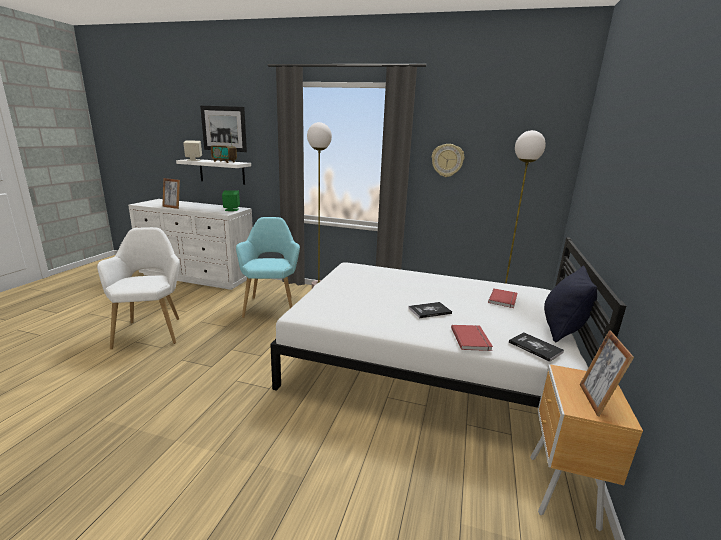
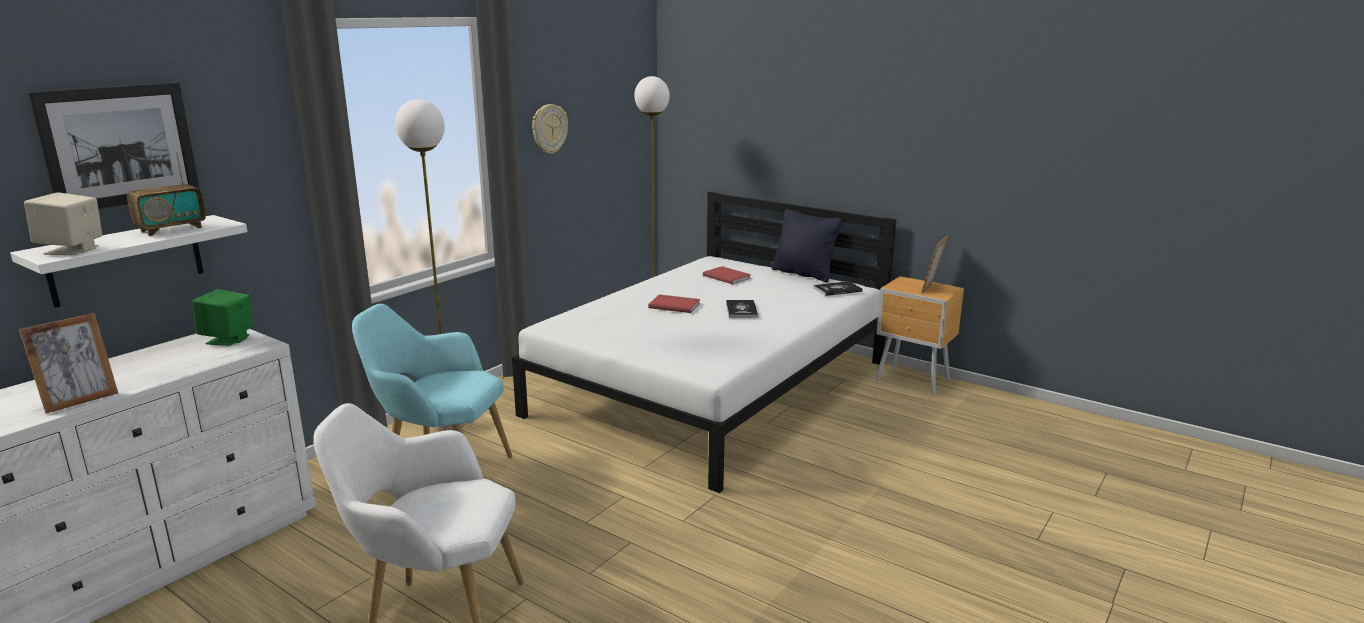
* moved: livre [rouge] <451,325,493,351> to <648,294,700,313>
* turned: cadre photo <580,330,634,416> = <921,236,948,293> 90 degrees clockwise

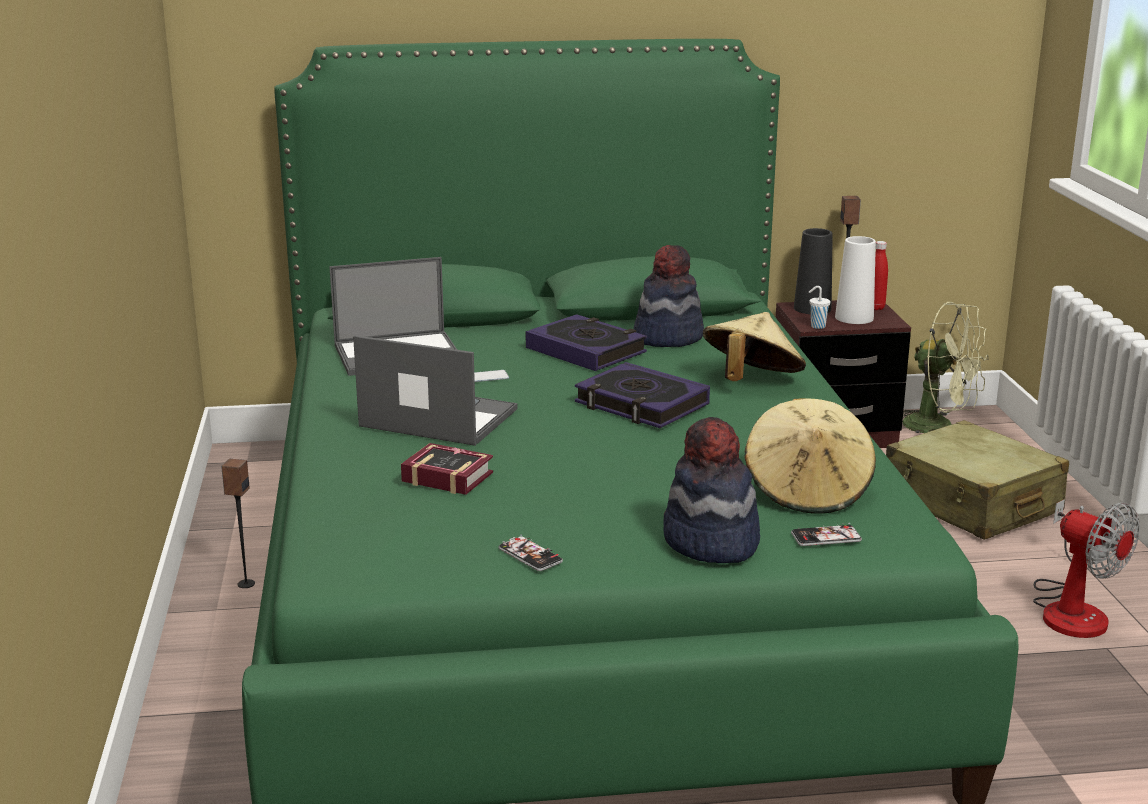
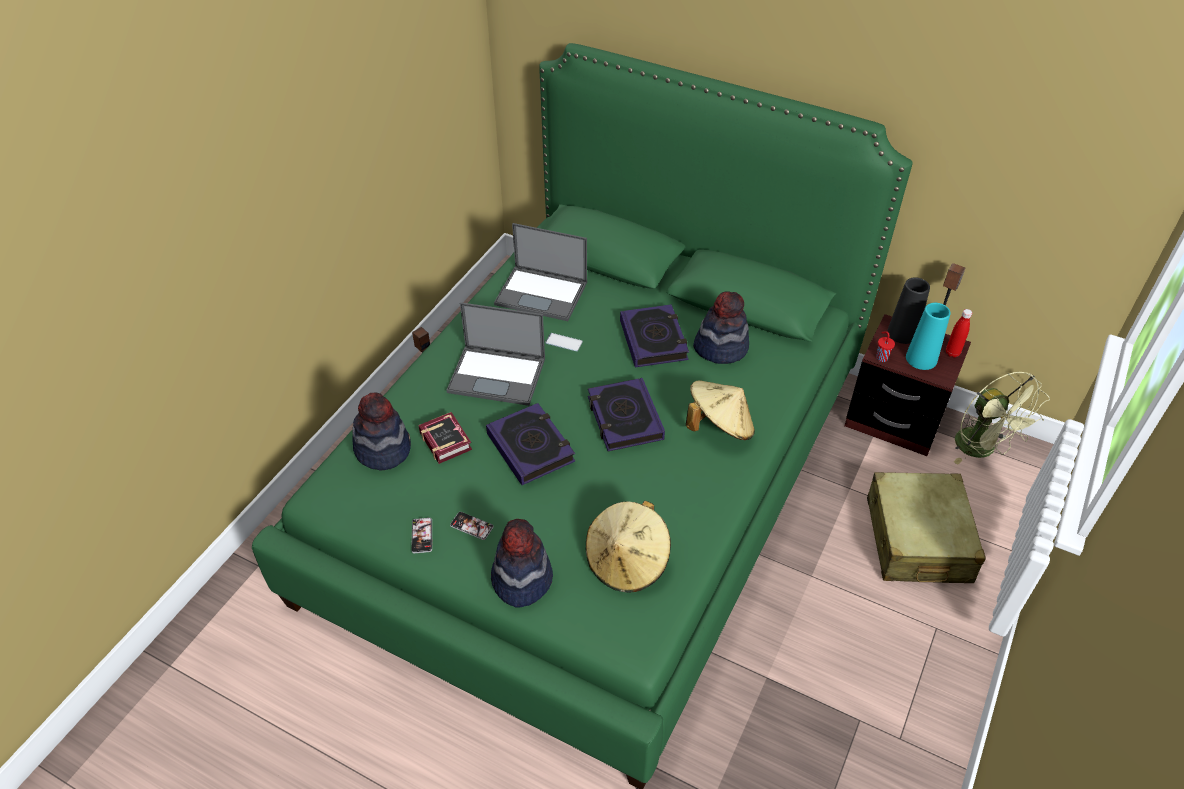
* removed: ventilateur <1033,499,1139,638>
* added: chapeau <352,392,411,471>
* added: livre <486,403,575,485>
* moved: téléphone <791,522,862,546> to <450,512,494,540>
* recoloured: tasse [blanc] <809,286,830,329> to tasse [rouge] <876,331,895,362>
* recoloured: vase [blanc] <835,236,876,324> to vase [turquoise] <906,303,951,370>
* turned: ordinateur portable <353,335,518,446> = <447,302,545,406> 135 degrees clockwise

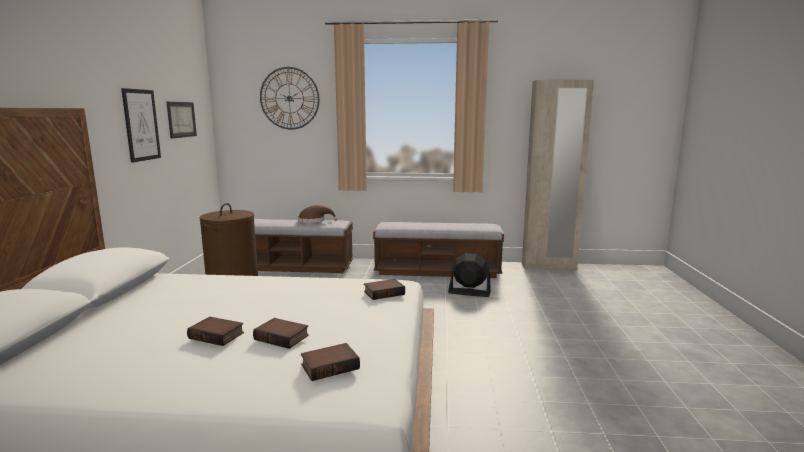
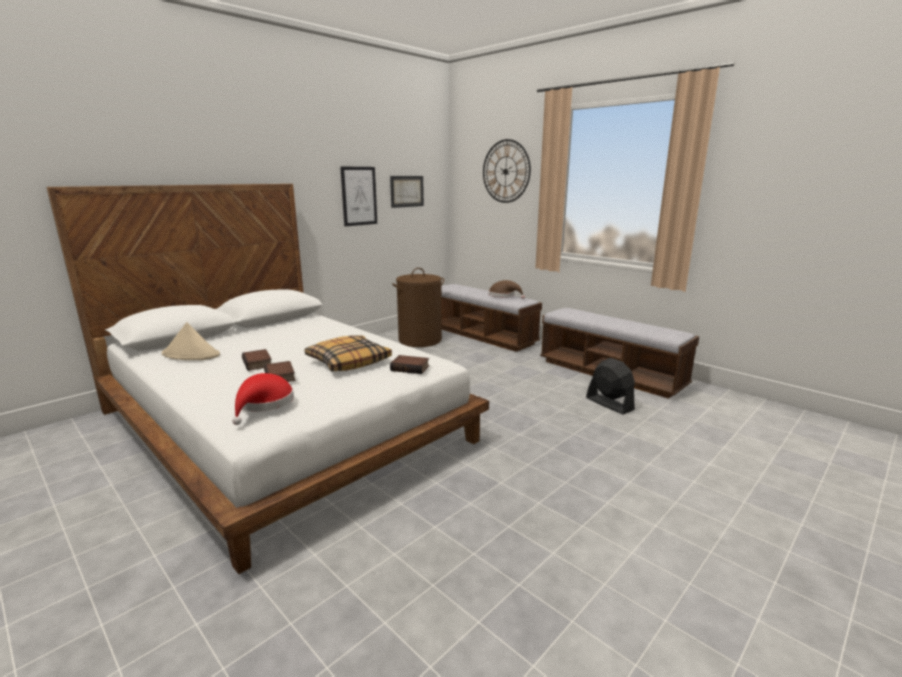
* removed: armoire [beige] <522,80,594,271>
* added: chapeau [beige] <162,322,220,360>
* added: coussin <305,335,392,371>
* replaced: livre <301,343,360,381> to chapeau [rouge] <232,373,294,425>

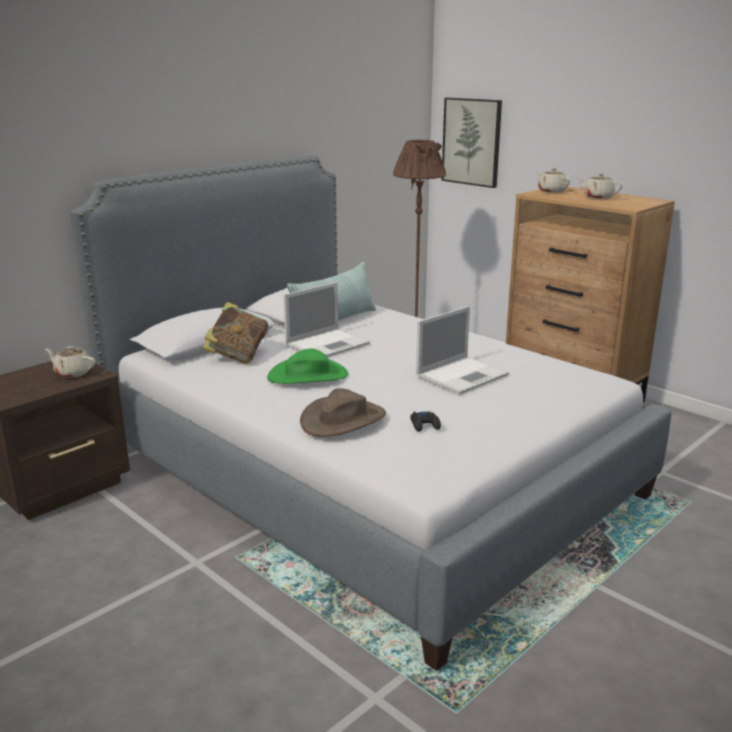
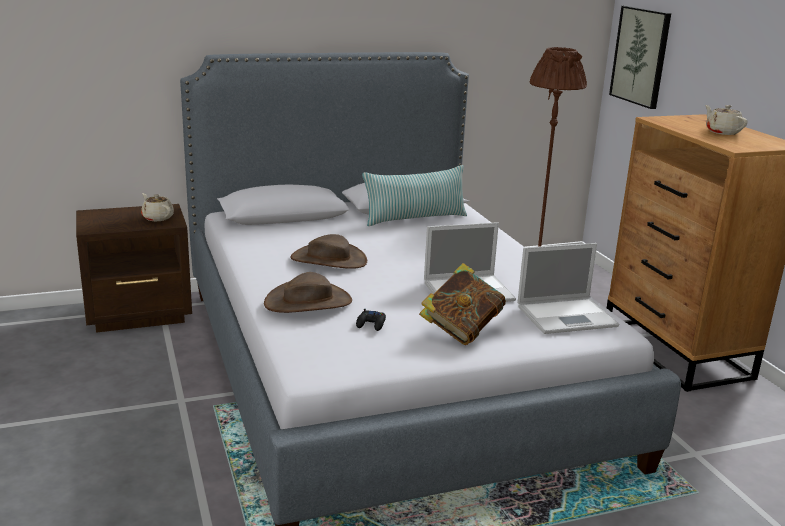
* removed: théière [beige] <536,168,570,193>
* moved: livre <203,302,268,364> to <419,263,506,345>
* moved: ordinateur portable <283,282,370,357> to <517,243,619,334>
* recoloured: chapeau [vert] <267,348,348,384> to chapeau [marron] <290,234,367,269>

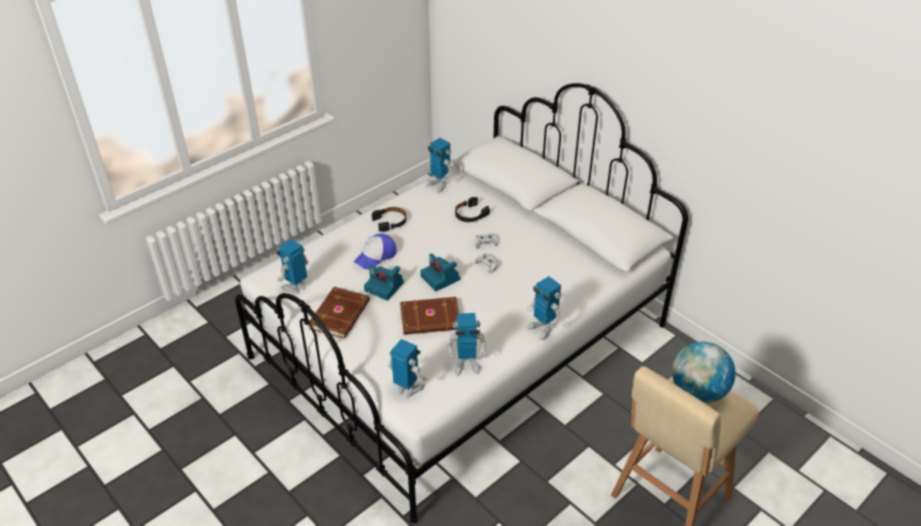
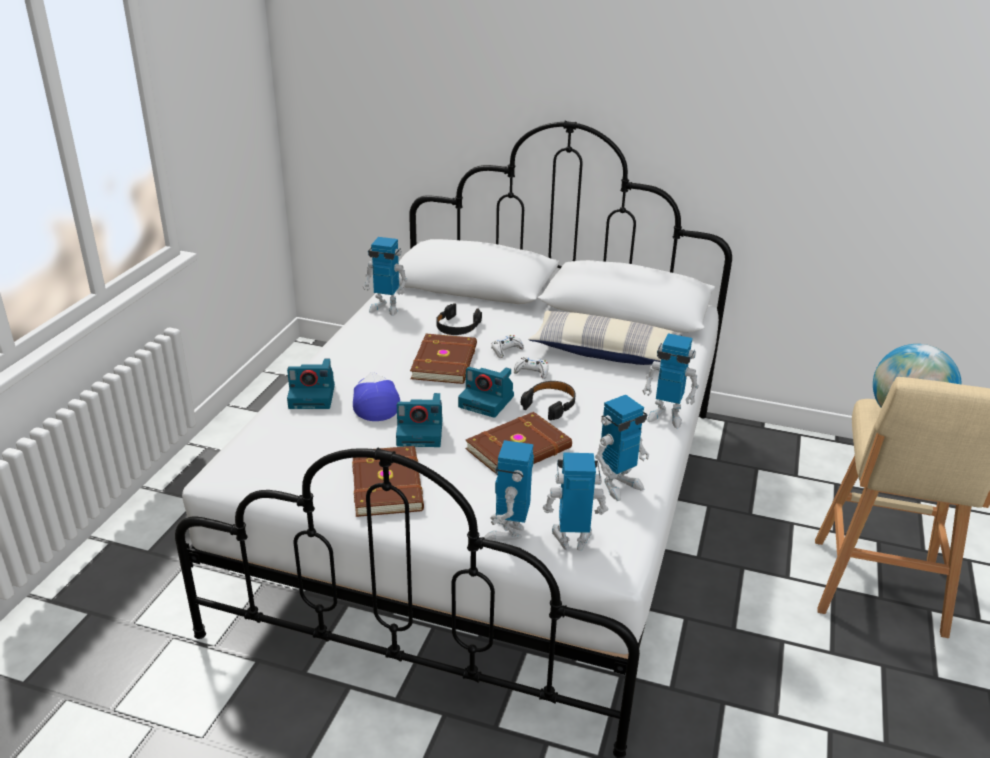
* added: appareil photo <287,358,335,409>
* added: livre [marron] <410,334,477,384>
* added: coussin <528,311,682,365>
* moved: robot jouet <277,239,309,294> to <484,440,534,542>
* moved: casque audio [noir] <372,207,406,232> to <521,381,575,420>
* turned: casquette <354,234,397,270> = <353,372,400,421> 150 degrees clockwise

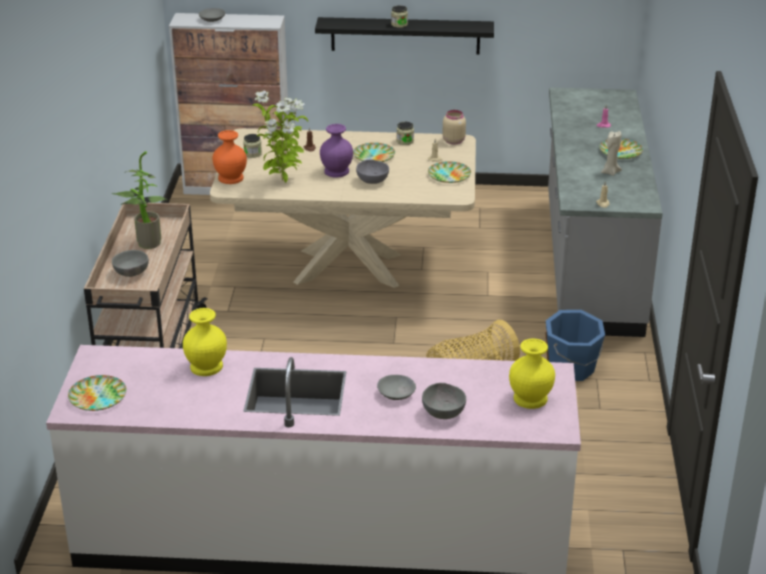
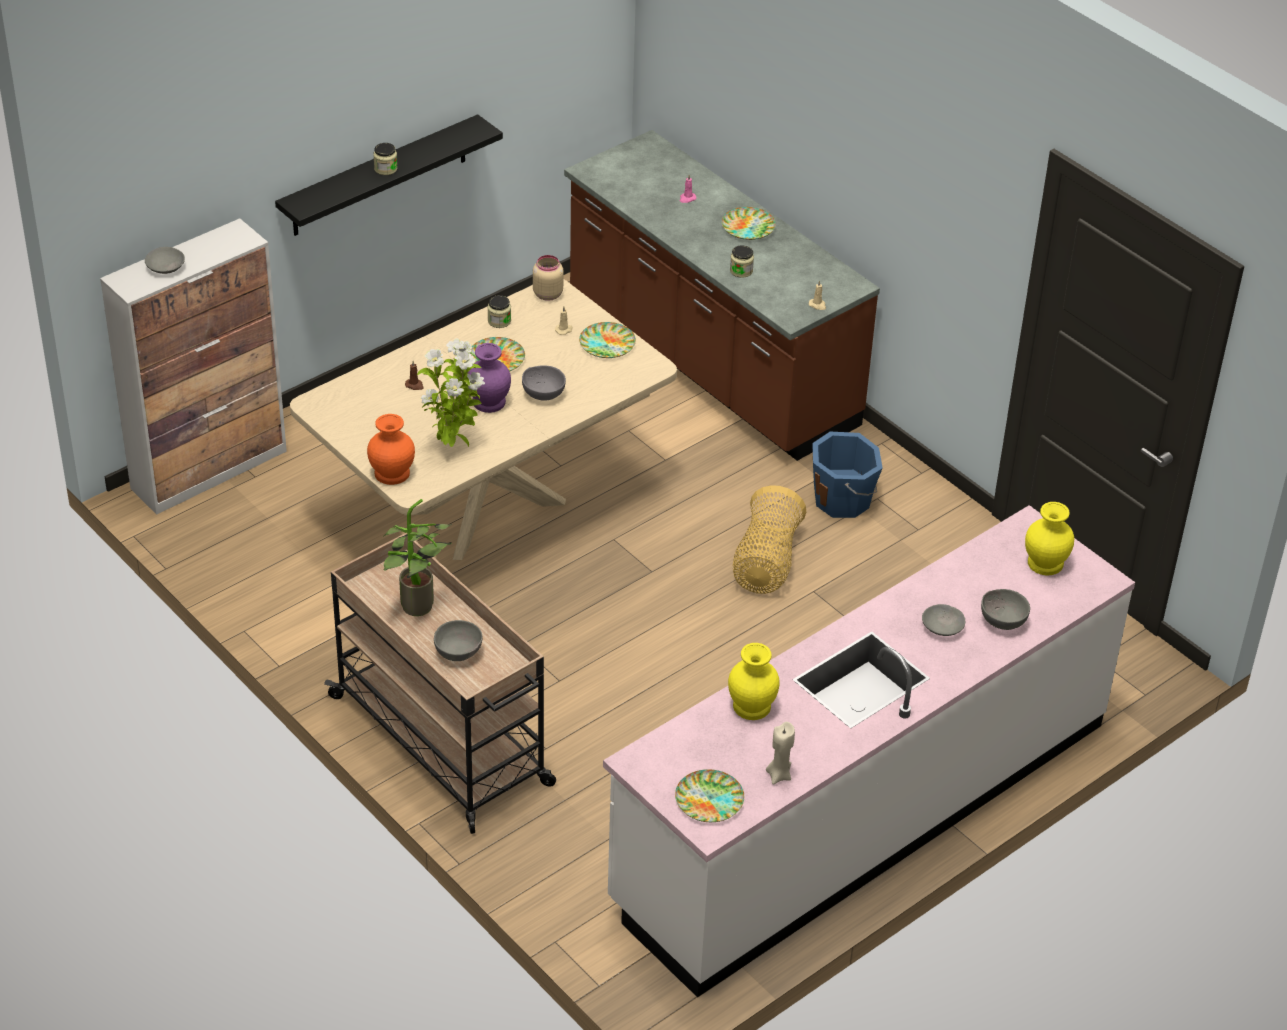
* moved: bocal <243,134,262,158> to <730,246,754,278>
* moved: bougie [beige] <601,131,622,176> to <766,722,795,785>
* recoloured: comptoir de cuisine [gris] <548,88,663,337> to comptoir de cuisine [marron] <564,130,880,461>

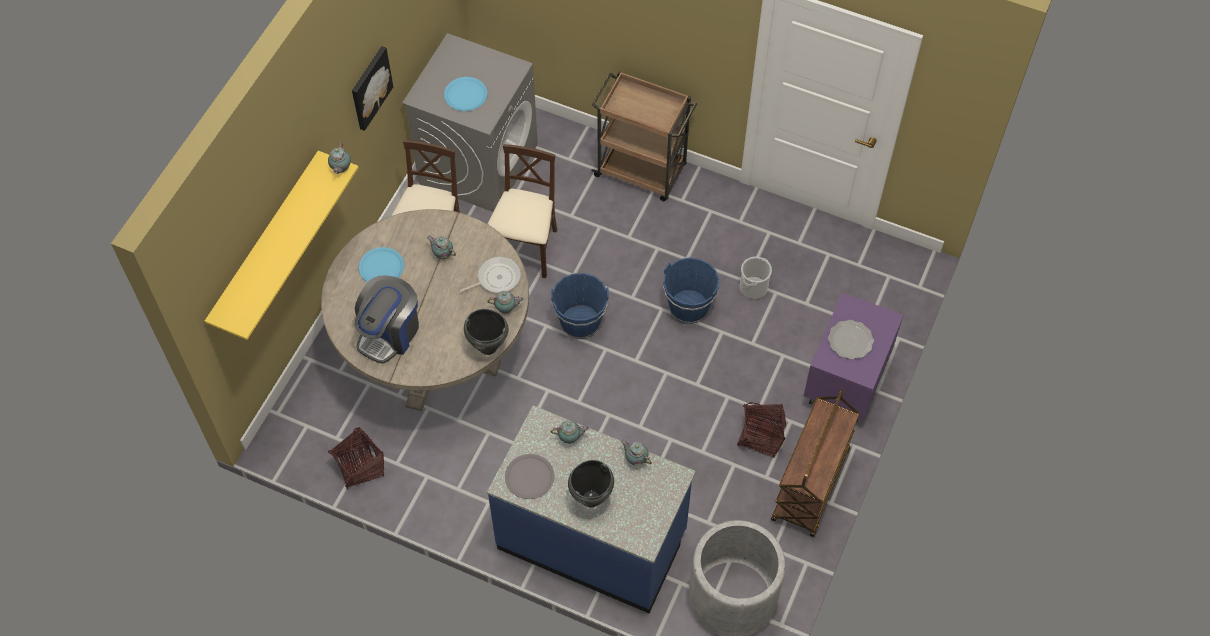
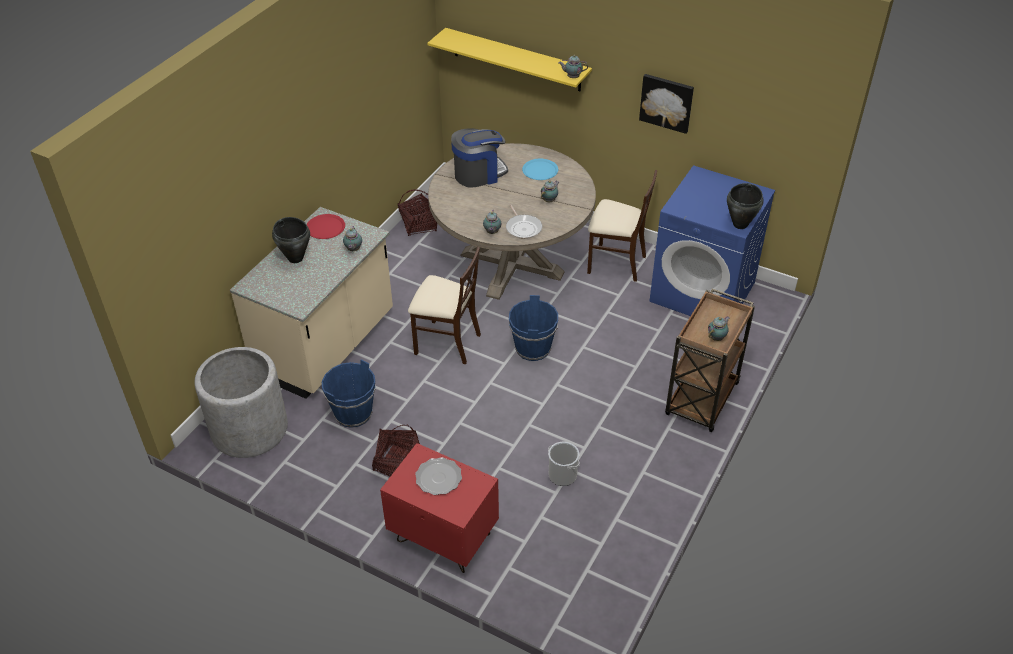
* removed: assiette [bleu] <444,77,487,111>
* removed: chariot [marron] <771,389,860,537>
* moved: marmite [noir] <464,309,508,355> to <727,183,764,229>
* moved: chaise [beige] <488,144,557,278> to <408,247,481,364>
* moved: théière <621,439,652,466> to <708,316,730,341>
* moved: seau [bleu] <663,257,719,324> to <322,359,376,428>
* recoloured: lave-linge [gris] <402,33,538,212> to lave-linge [bleu] <649,165,775,316>
* recoloured: comptoir de cuisine [bleu] <487,406,696,613> to comptoir de cuisine [beige] <230,207,393,399>
* recoloured: assiette [gris] <505,454,554,499> to assiette [rouge] <307,214,345,239>
* recoloured: table de chevet [violet] <803,292,904,421> to table de chevet [rouge] <380,443,499,573>
* turned: machine à café <355,276,419,364> = <451,128,508,188> 120 degrees clockwise

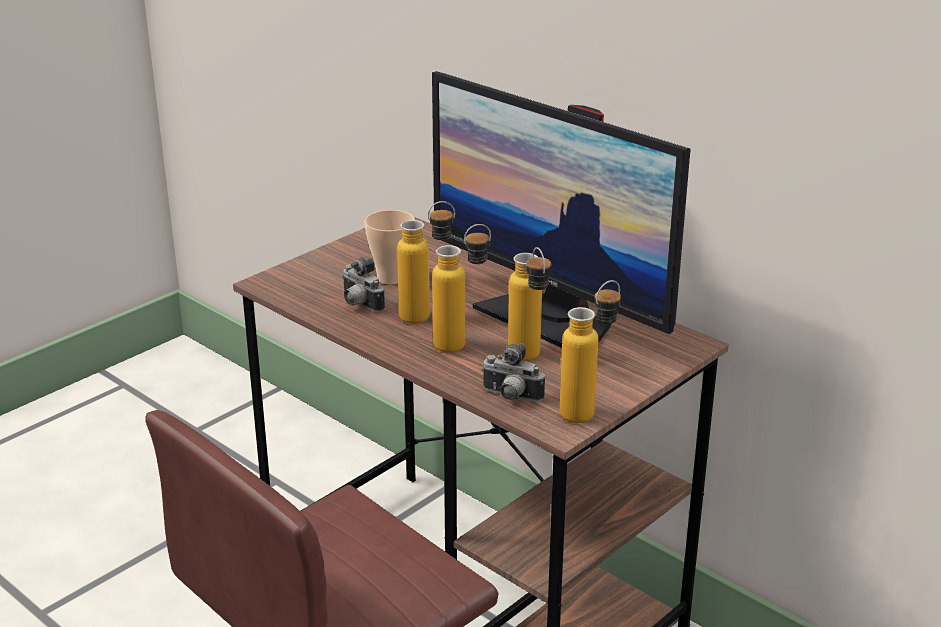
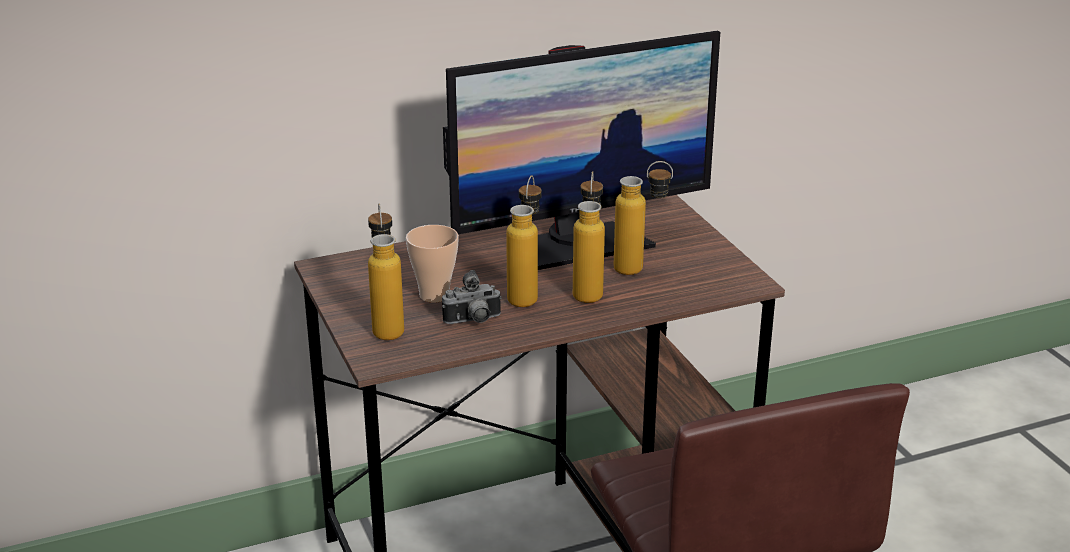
* removed: appareil photo <481,343,545,402>
* moved: bouteille <560,280,621,423> to <368,203,404,340>

